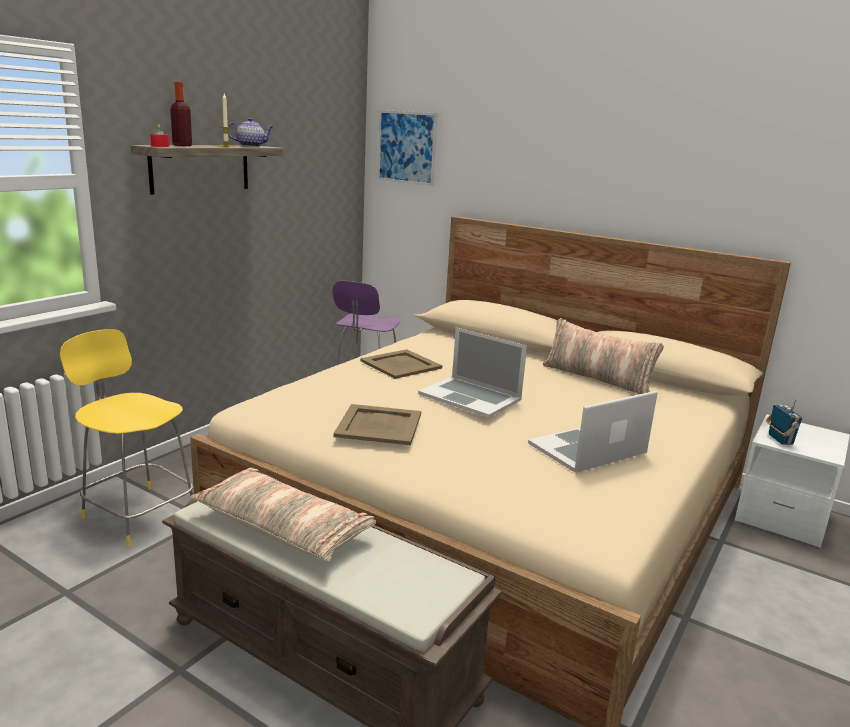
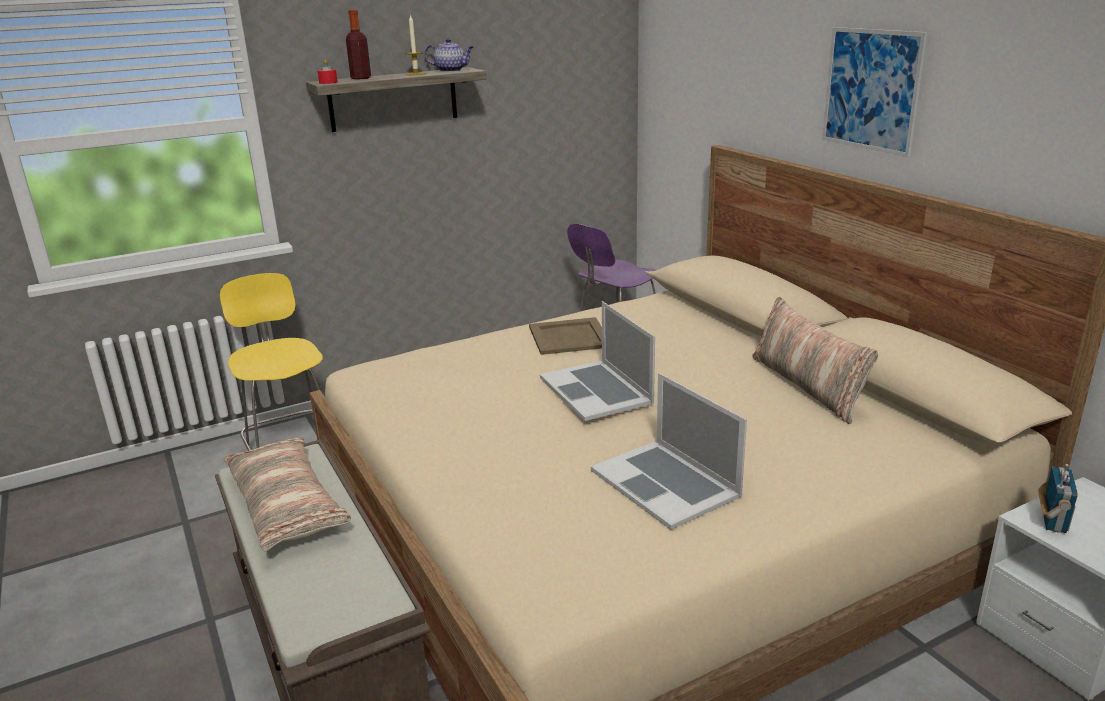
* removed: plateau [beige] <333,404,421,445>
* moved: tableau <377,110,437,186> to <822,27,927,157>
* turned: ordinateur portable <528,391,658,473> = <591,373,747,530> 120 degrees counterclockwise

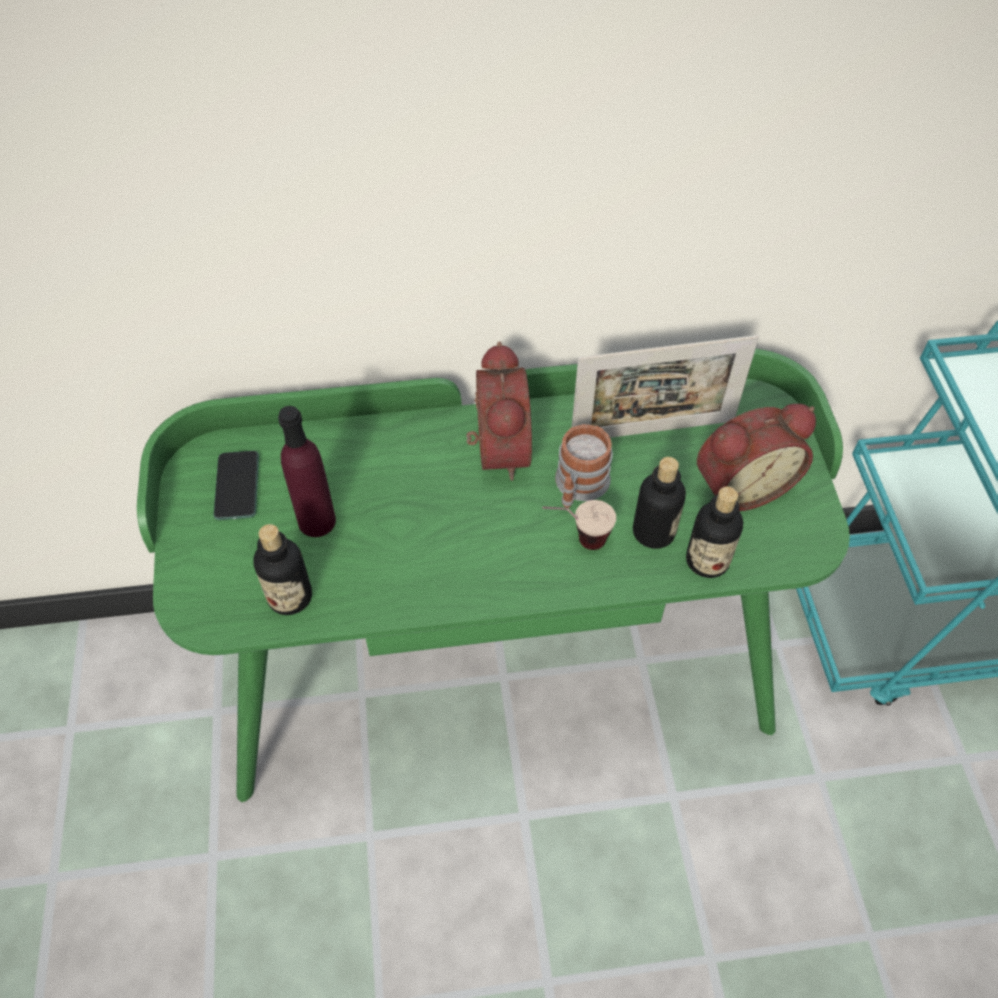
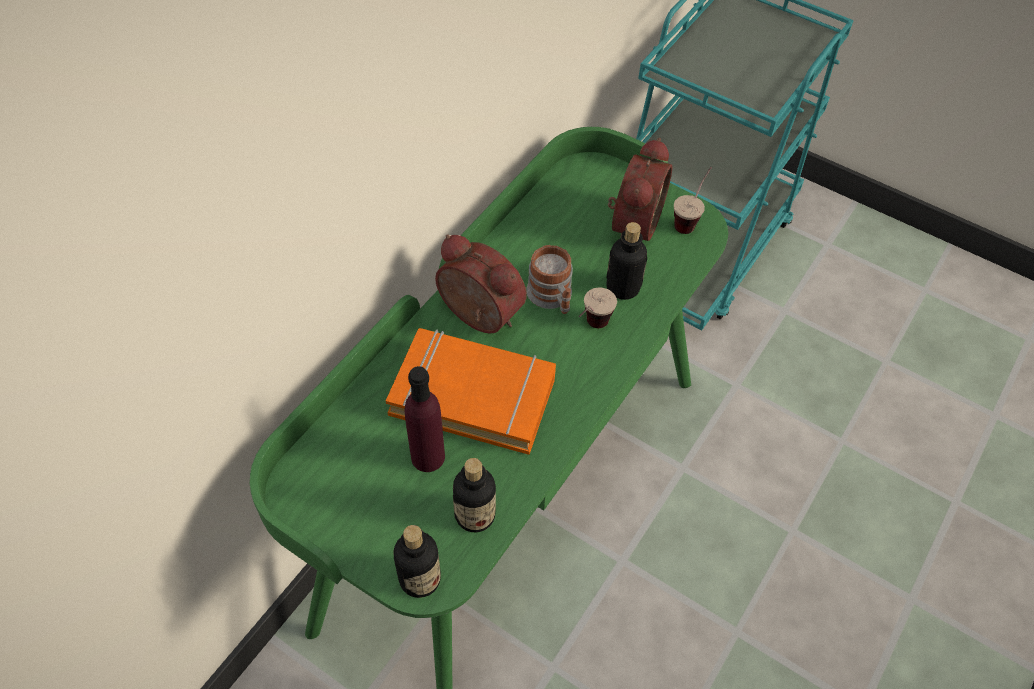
* removed: téléphone <214,451,259,520>
* removed: cadre photo <572,335,759,438>
* added: livre [orange] <386,328,556,455>
* added: tasse <674,167,712,234>
* moved: bouteille <686,487,743,578> to <394,525,441,598>

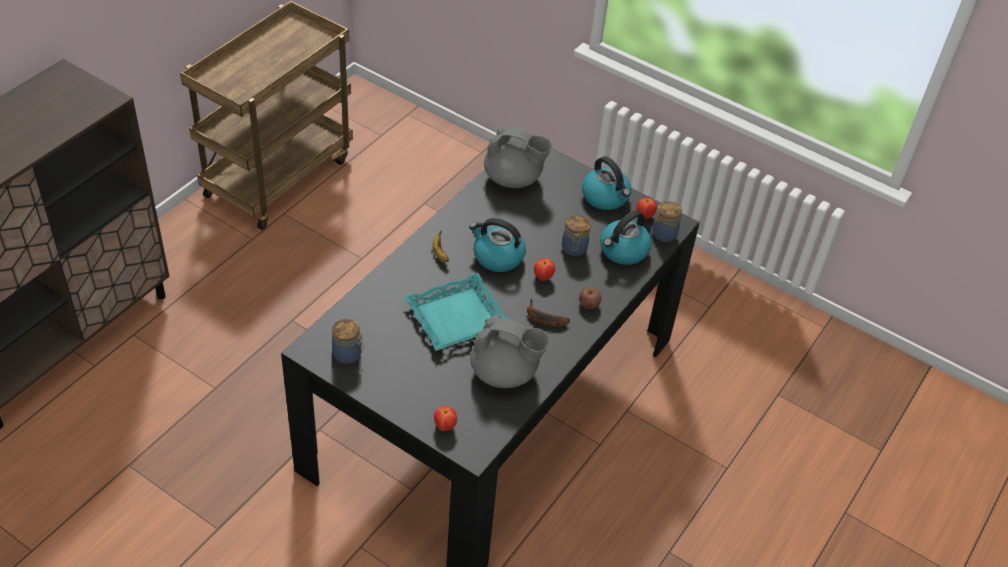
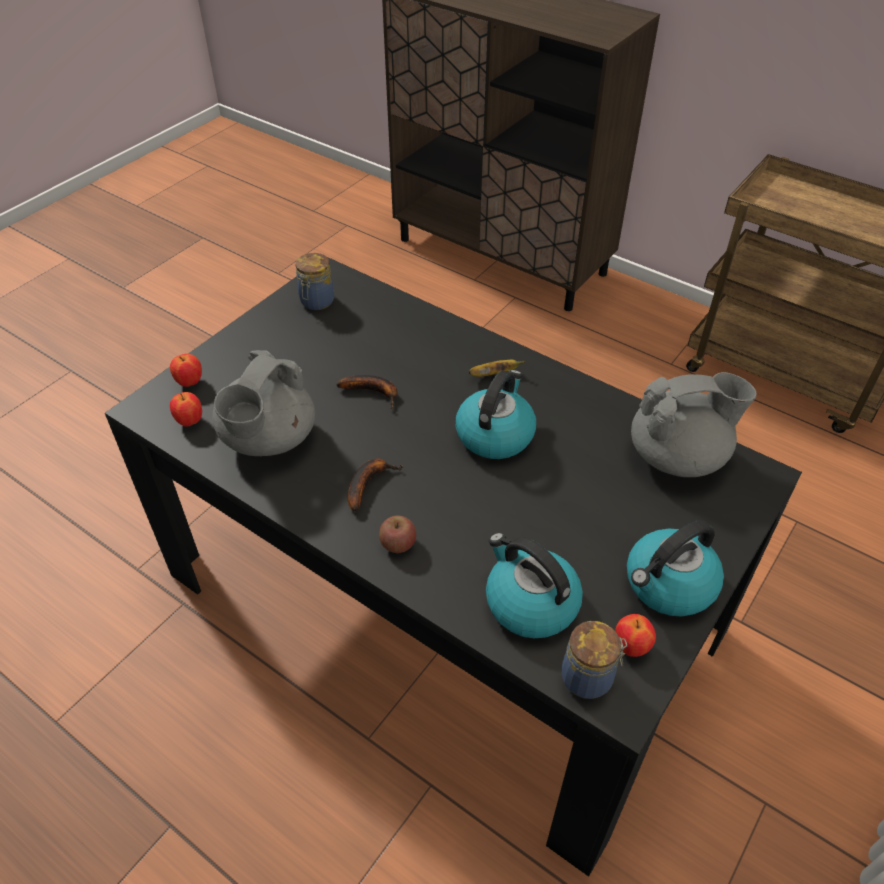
* removed: bocal <562,215,590,256>
* moved: pomme <534,258,555,281> to <170,392,202,427>
* replaced: plateau [turquoise] <404,273,509,351> to banane <336,375,397,409>
* turned: théière [gris] <484,126,552,188> = <631,372,757,477> 120 degrees counterclockwise

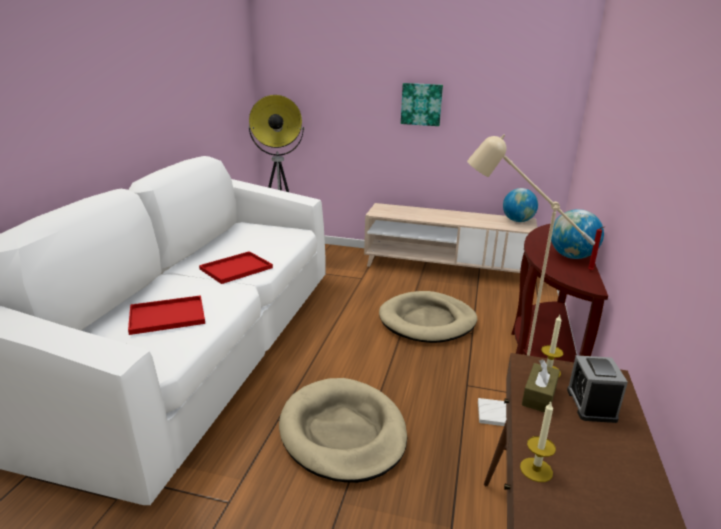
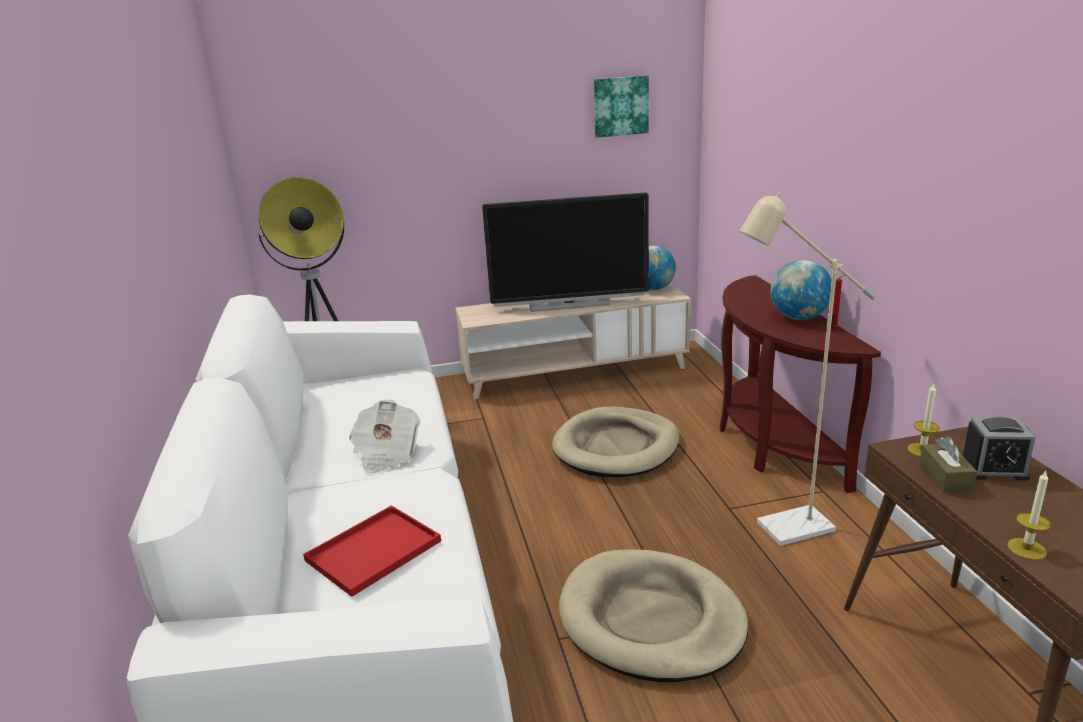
* added: téléviseur <482,192,649,312>
* moved: tableau <401,83,443,126> to <594,75,649,138>
* replaced: plateau [rouge] <199,251,273,284> to journal <349,400,420,473>
* turned: réveil <567,355,628,423> = <962,417,1035,481> 60 degrees counterclockwise

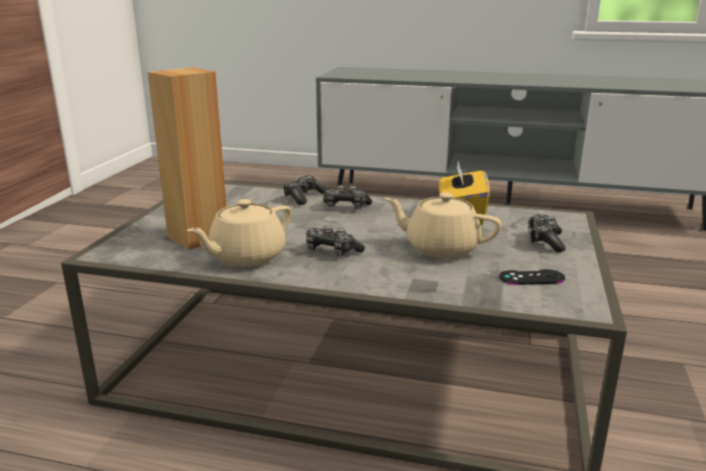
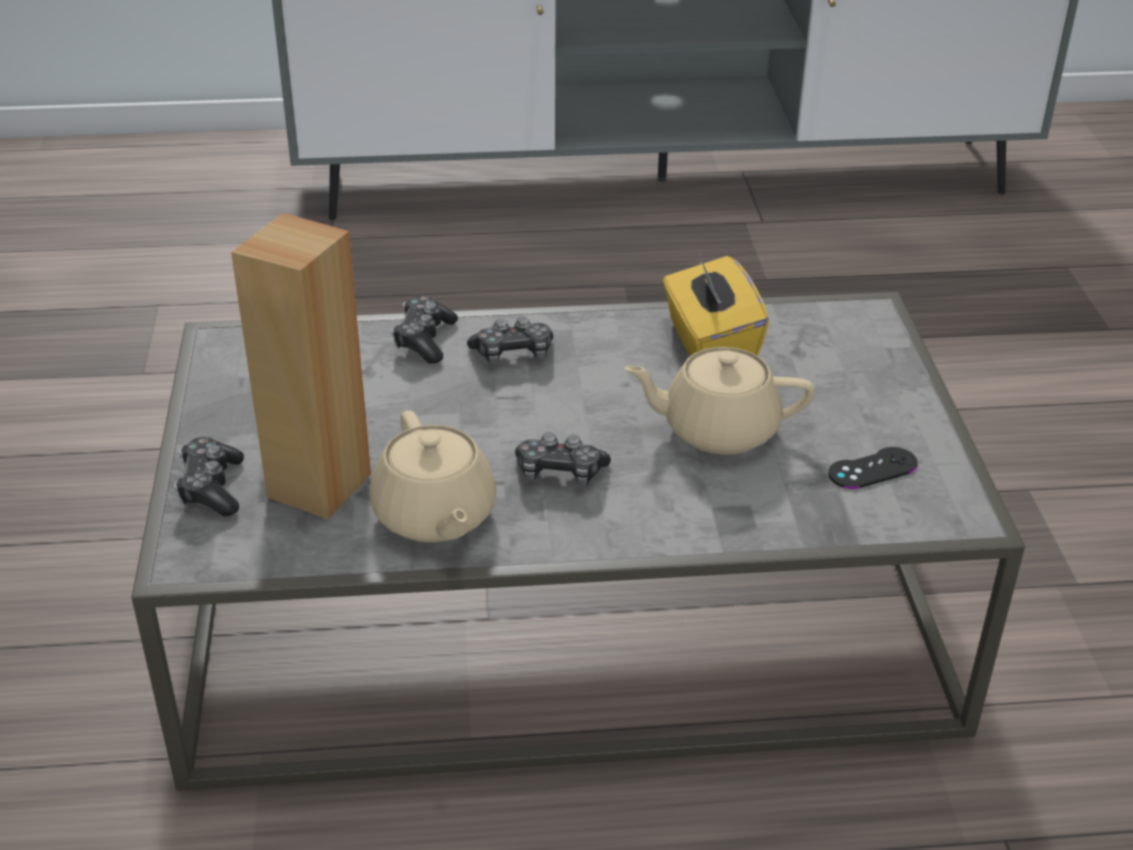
* moved: manette <528,214,566,252> to <174,437,244,516>
* turned: théière [beige] <187,199,292,267> = <369,410,497,542> 45 degrees counterclockwise

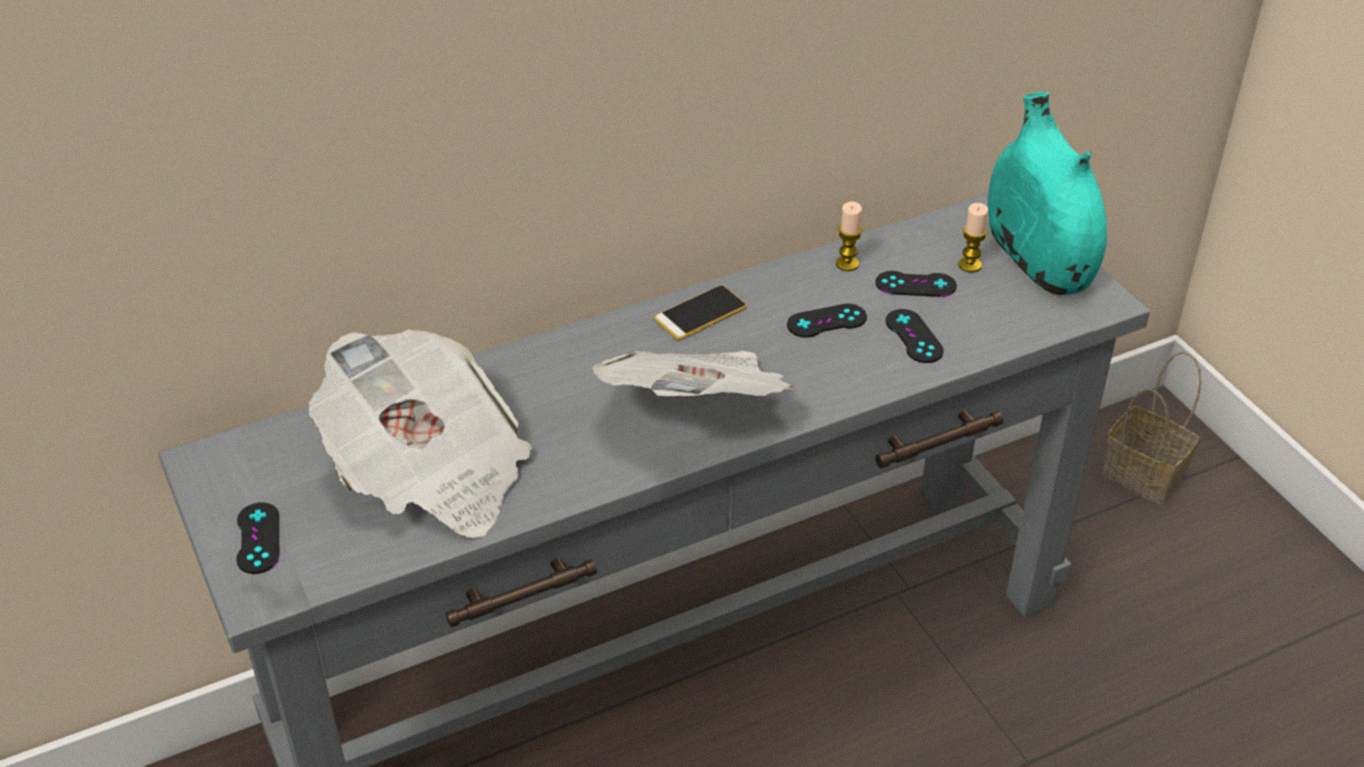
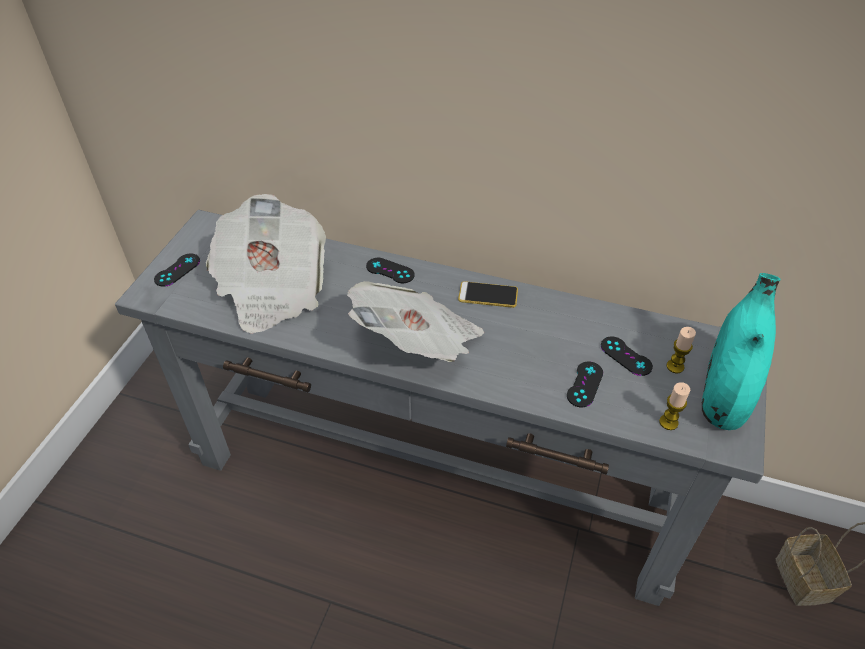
* moved: manette [noir] <787,303,867,338> to <366,258,415,283>
* moved: bougie <836,202,862,271> to <659,382,690,430>

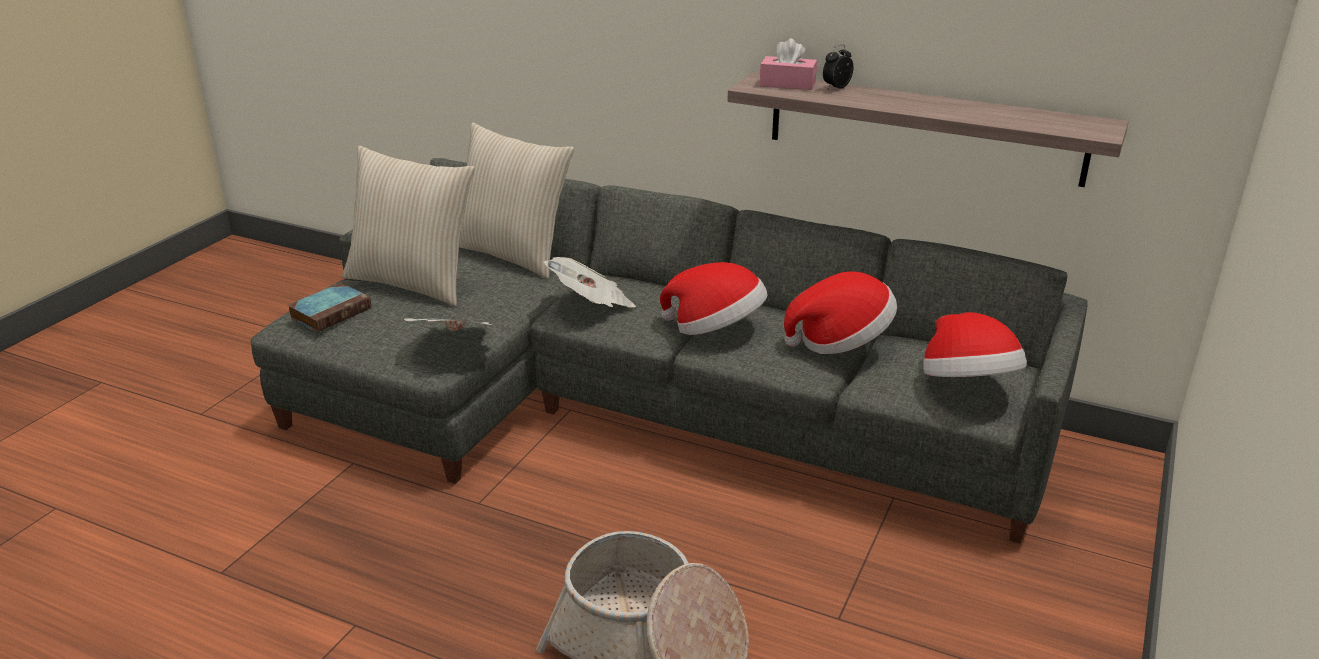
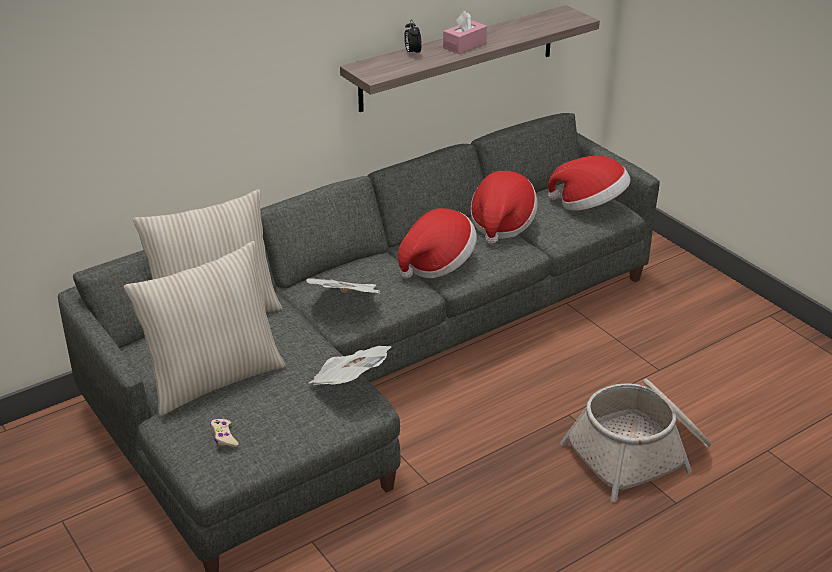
* moved: boîte à mouchoirs [rose] <760,39,817,90> to <443,11,487,54>
* replaced: livre <287,283,371,332> to manette [beige] <210,419,238,447>

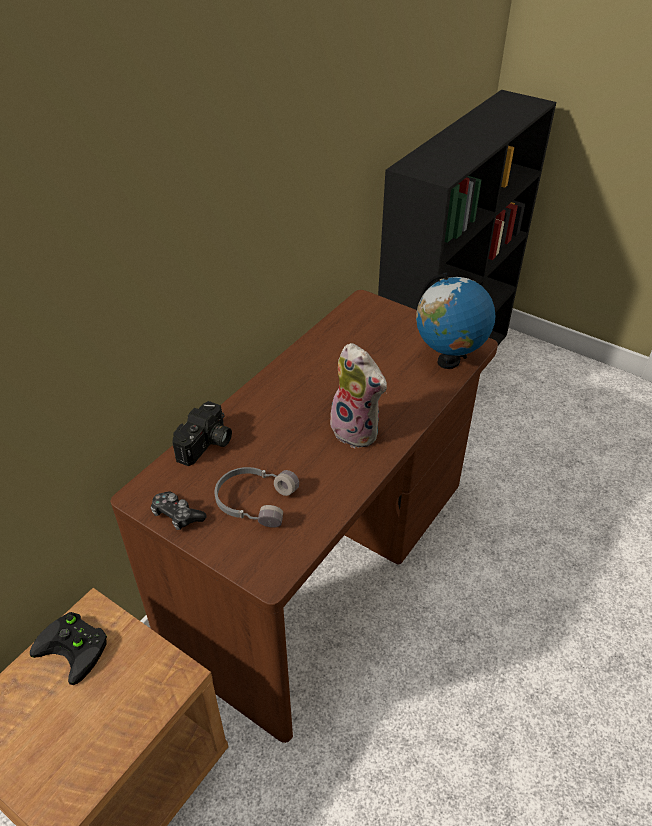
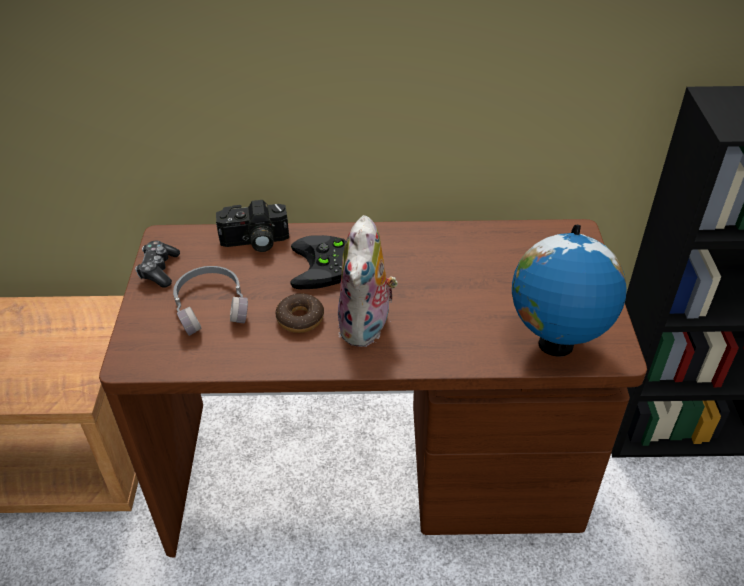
* added: beignet <275,293,324,333>
* moved: manette [noir] <30,612,107,685> to <291,235,346,289>

